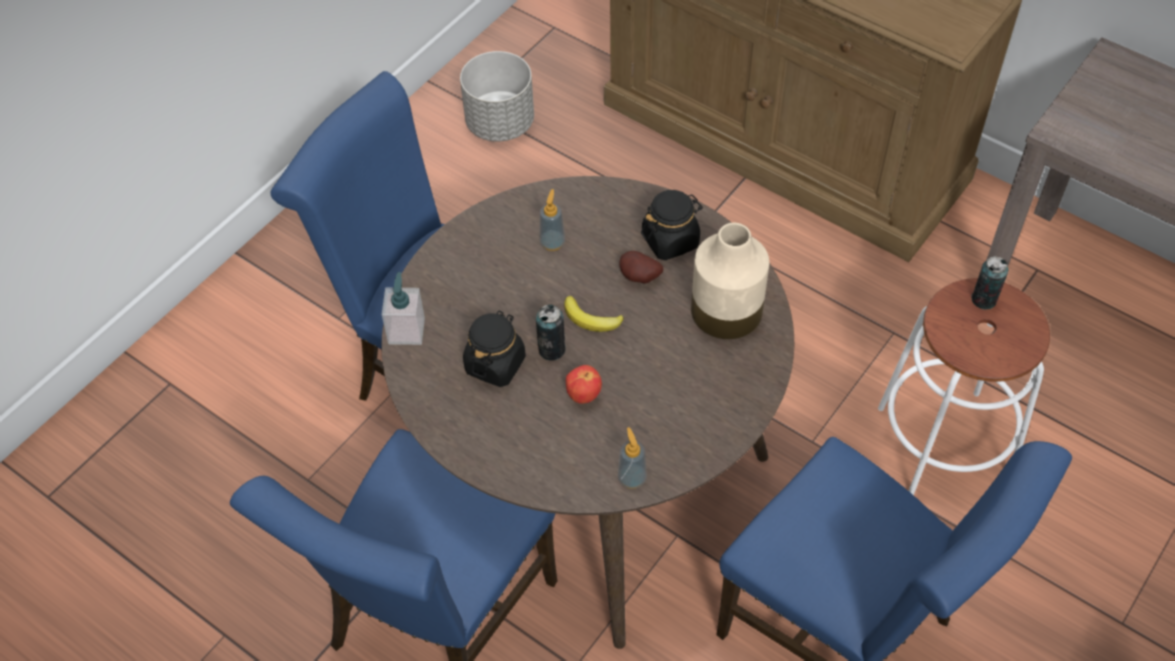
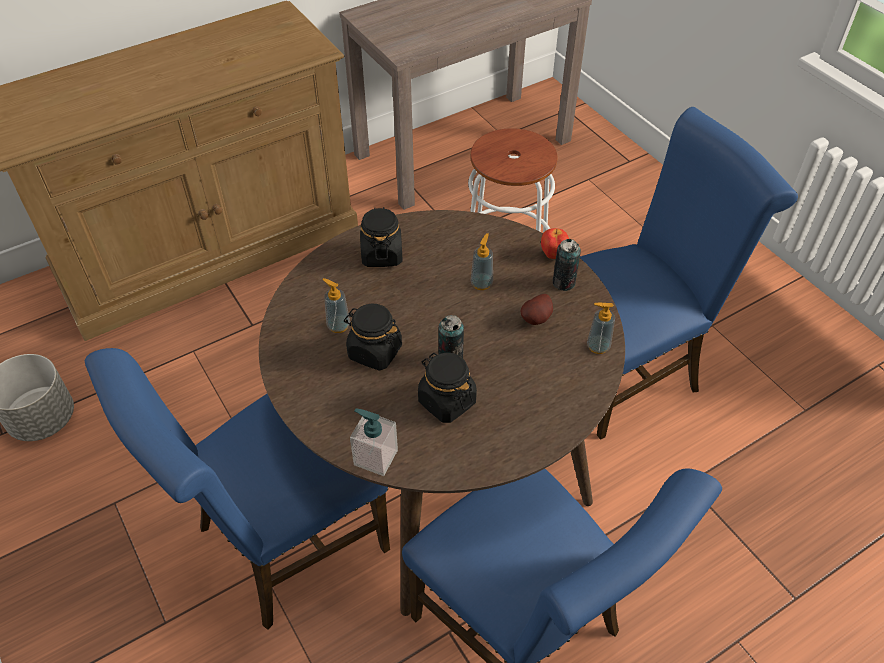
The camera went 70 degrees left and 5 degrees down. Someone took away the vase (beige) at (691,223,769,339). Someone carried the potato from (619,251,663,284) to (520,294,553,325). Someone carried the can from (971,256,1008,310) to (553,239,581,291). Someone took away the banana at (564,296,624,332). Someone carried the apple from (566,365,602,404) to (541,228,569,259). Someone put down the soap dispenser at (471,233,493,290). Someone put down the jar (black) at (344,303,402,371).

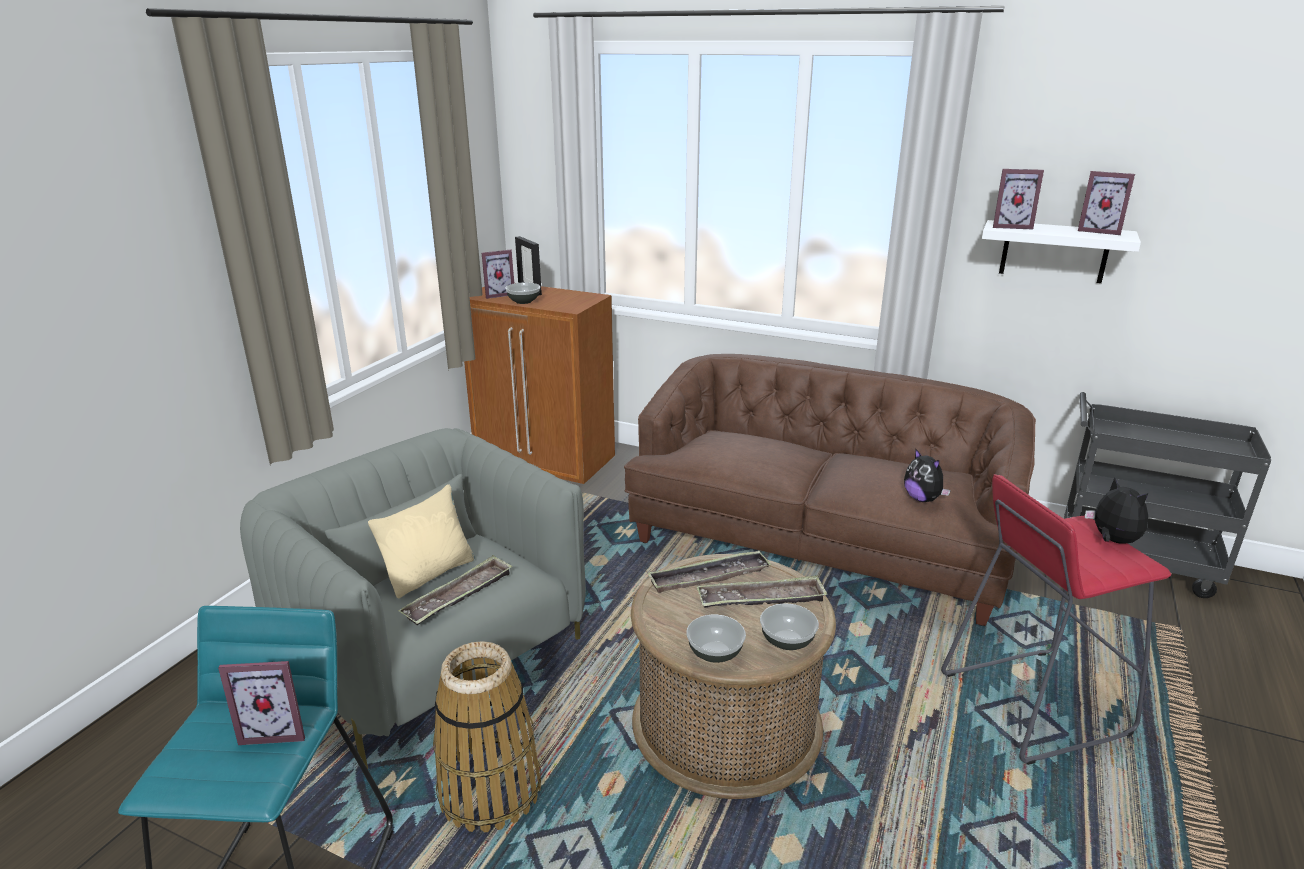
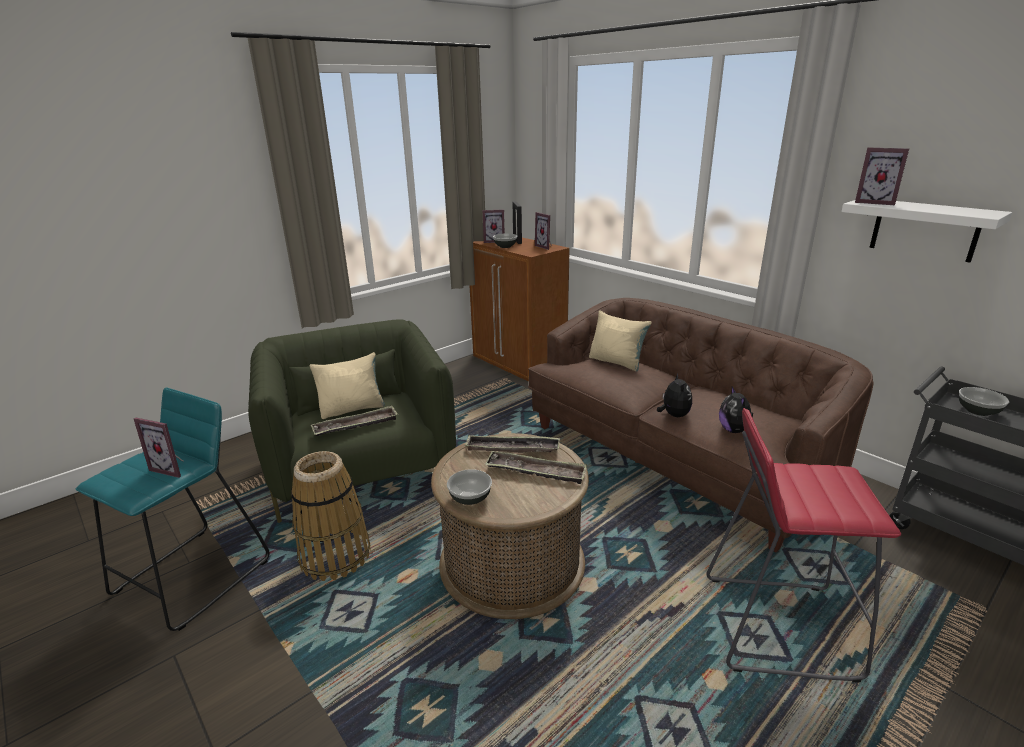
The camera went 25 degrees right and 0 degrees up. Someone carried the picture frame from (1078,171,1135,235) to (535,212,552,250). Someone repainted the armchair (grey) at (240,428,586,769), which became the armchair (green) at (248,320,456,523). Someone carried the plush toy from (1085,478,1149,544) to (657,373,692,417). Someone carried the bowl from (760,604,819,650) to (959,387,1009,416). Someone put down the pillow (beige) at (589,311,652,372).

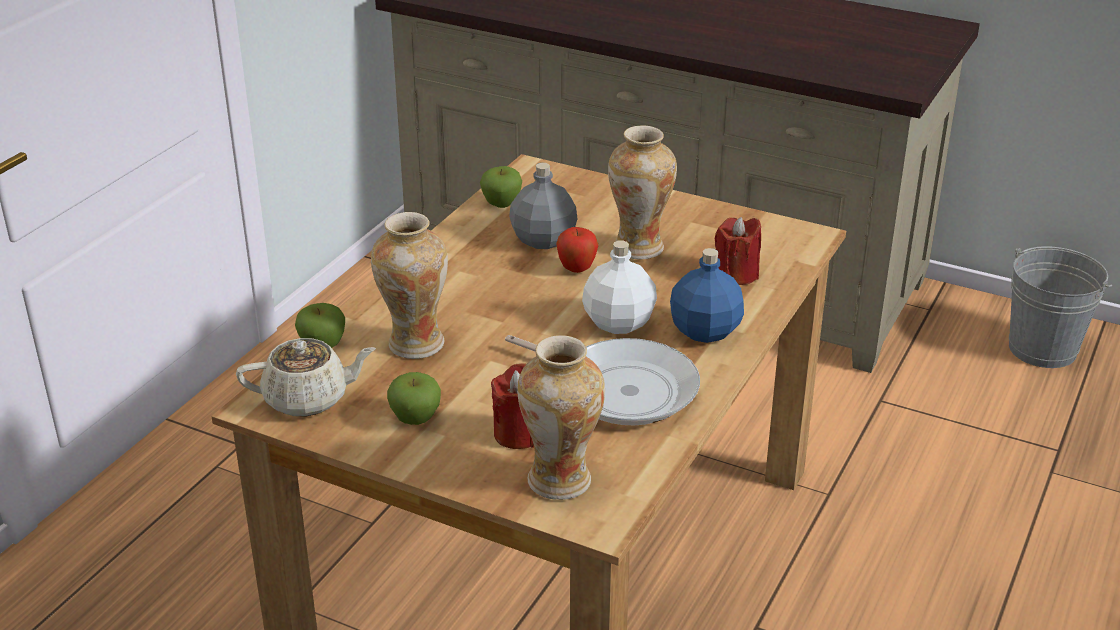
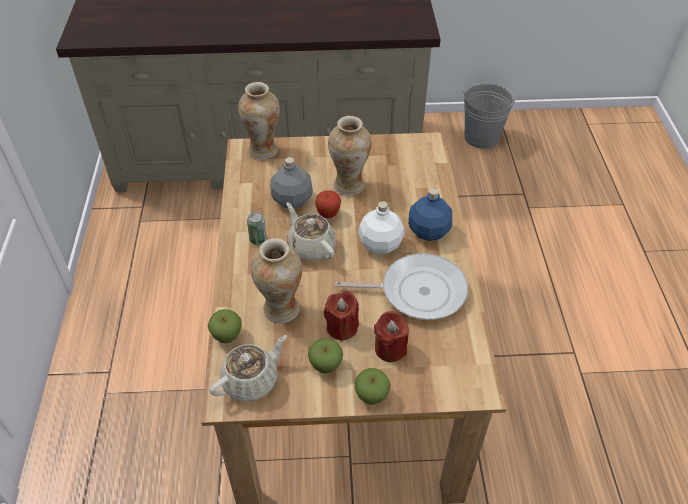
The camera went 30 degrees left and 15 degrees up. Someone carried the apple from (480,166,522,208) to (355,368,390,405). Someone carried the candle (red) from (715,217,761,285) to (324,292,359,341). Someone carried the vase from (517,335,605,500) to (238,82,280,160). Someone put down the teapot (beige) at (286,203,336,261). Someone put down the can at (247,212,267,245).

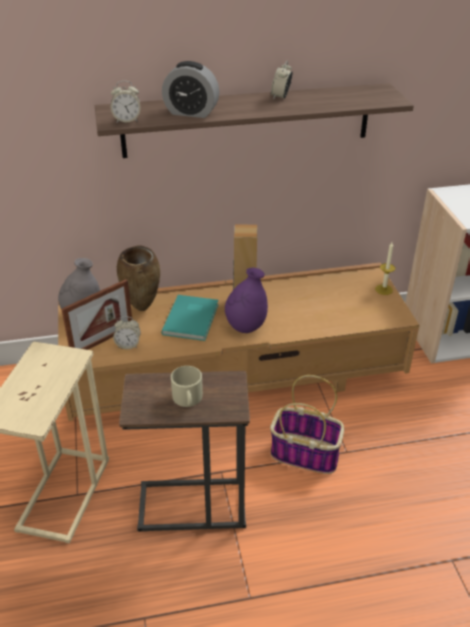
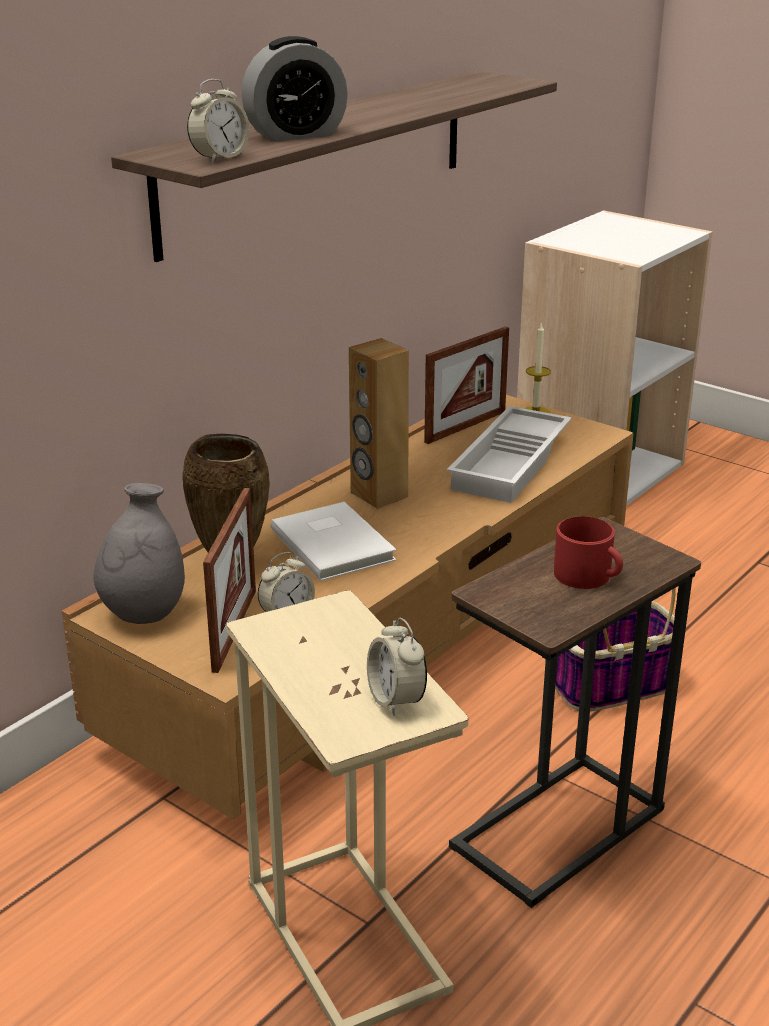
The camera went 40 degrees left and 10 degrees down. Someone carried the alarm clock from (271,61,292,100) to (367,617,427,716). Someone took away the vase (purple) at (225,268,268,333). Someone repainted the book (turquoise) at (161,295,219,341), which became the book (white) at (271,502,396,581). Someone repainted the mug (beige) at (171,366,203,407), which became the mug (red) at (554,516,623,589). Someone put down the picture frame at (424,326,509,444). Someone put down the tray (white) at (447,406,572,503).

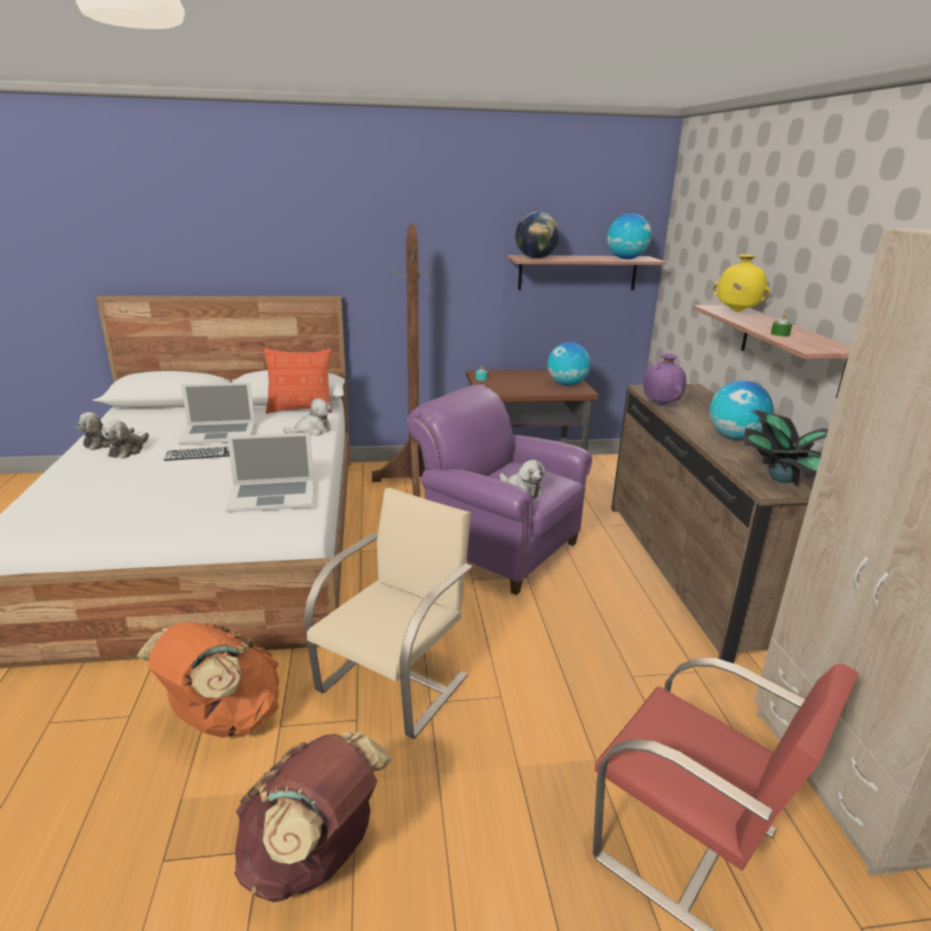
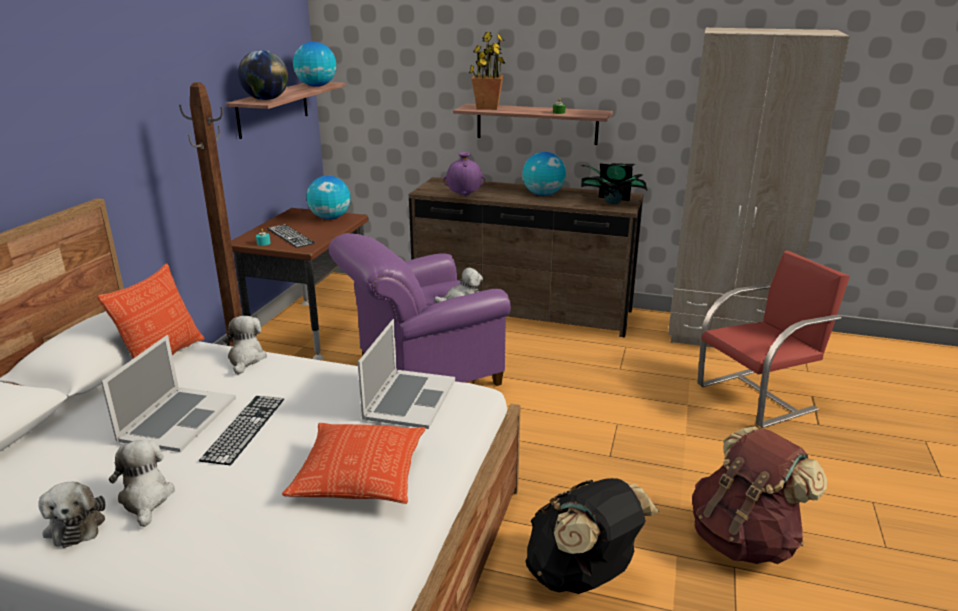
The camera went 65 degrees left and 0 degrees up. Someone swapped the vase (yellow) at (713,254,770,312) for the potted plant at (469,32,506,110). Someone rotated the plush toy at (102,420,149,459) by 150 degrees counterclockwise. Someone took away the chair (beige) at (304,488,473,739). Someone repainted the backpack (orange) at (137,622,279,738), which became the backpack (black) at (525,478,659,594). Someone put down the keyboard at (267,224,315,248). Someone put down the pillow (orange) at (282,423,425,504).

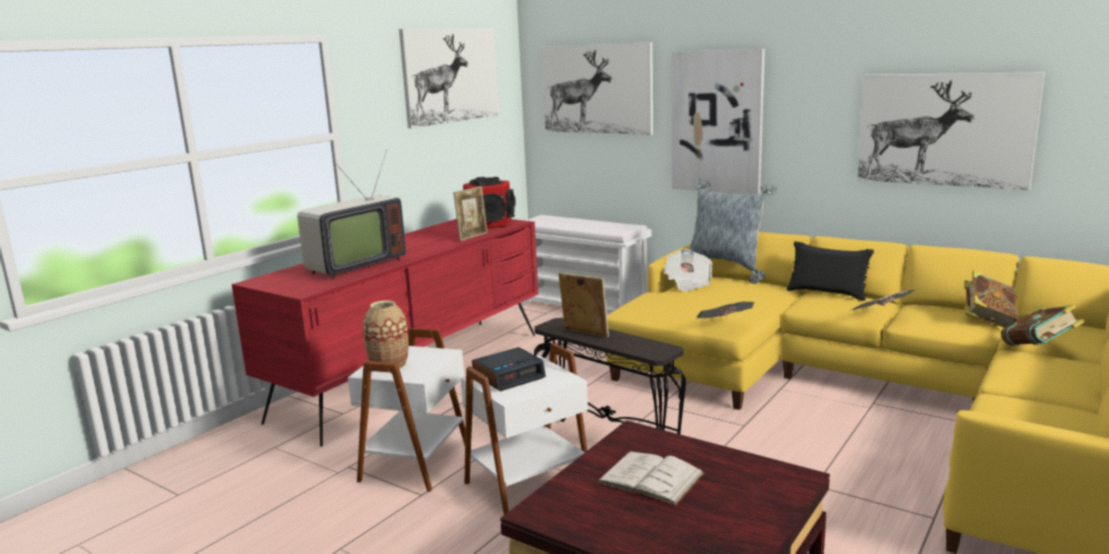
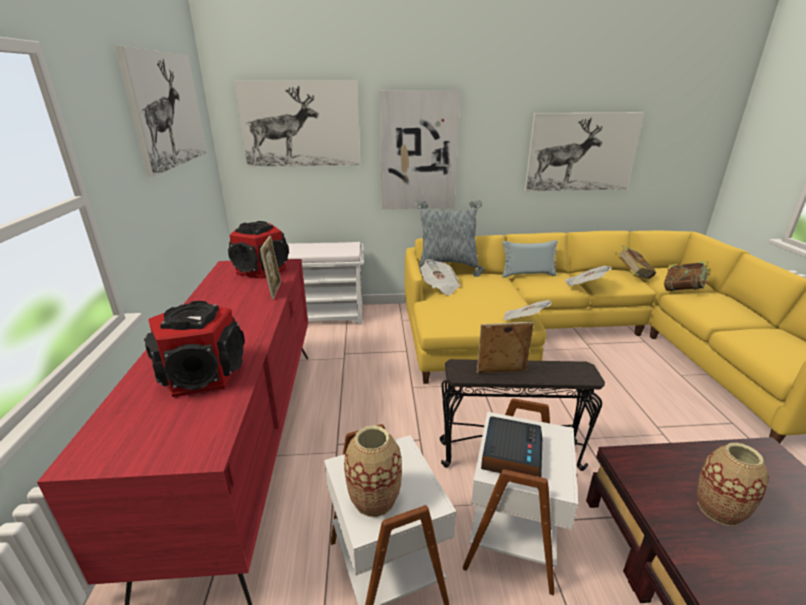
The camera went 40 degrees left and 10 degrees up. Someone swapped the television at (297,150,406,279) for the speaker at (144,301,245,397). Someone repainted the pillow (black) at (787,241,874,301), which became the pillow (blue) at (502,240,558,278). Someone swapped the book (white) at (597,451,704,505) for the vase at (697,443,769,526).

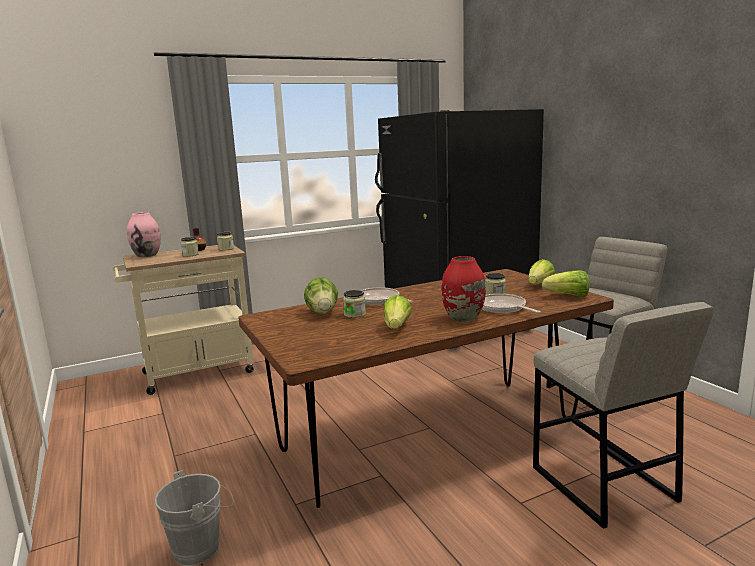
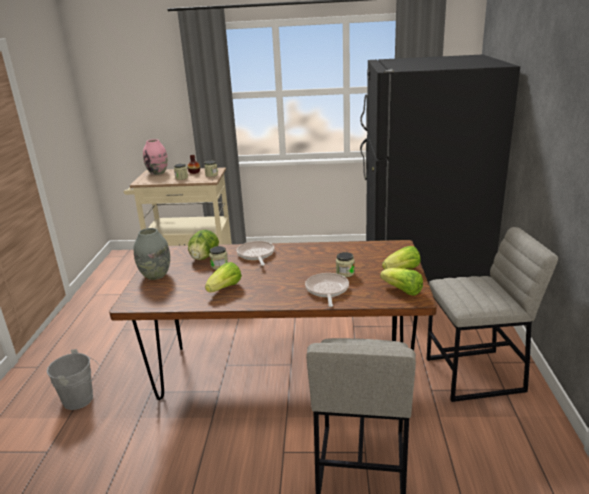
The camera went 30 degrees right and 10 degrees up. Someone took away the vase (red) at (441,256,486,322). Someone put down the vase (grey) at (133,228,170,280).

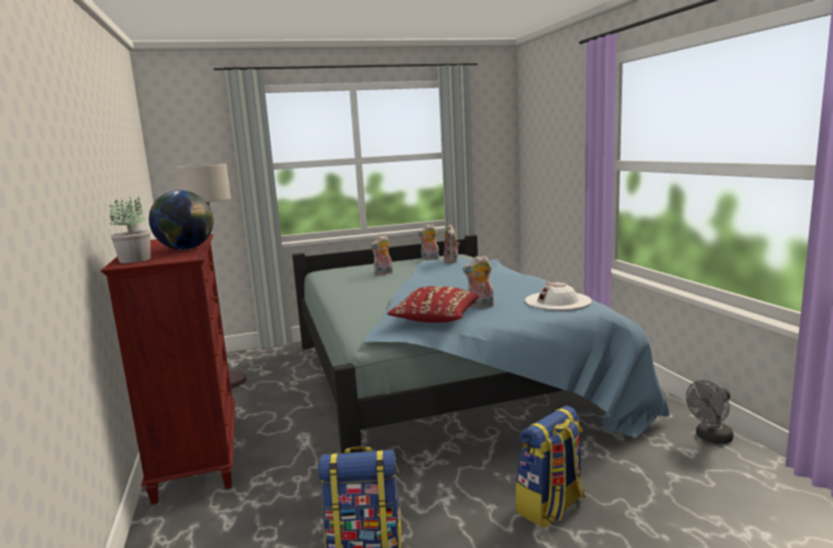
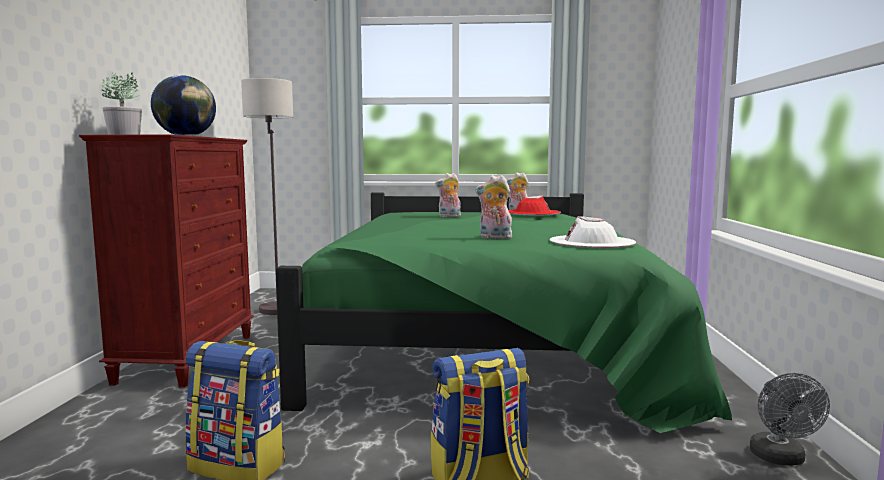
The camera went 20 degrees right and 5 degrees down. Someone swapped the plush toy at (444,224,460,263) for the hat (red) at (508,196,561,215). Someone repainted the bed (blue) at (292,235,669,454), which became the bed (green) at (275,192,732,433). Someone took away the pillow (red) at (387,286,479,323). Someone rotated the fan (grey) at (686,380,734,444) by 75 degrees counterclockwise.

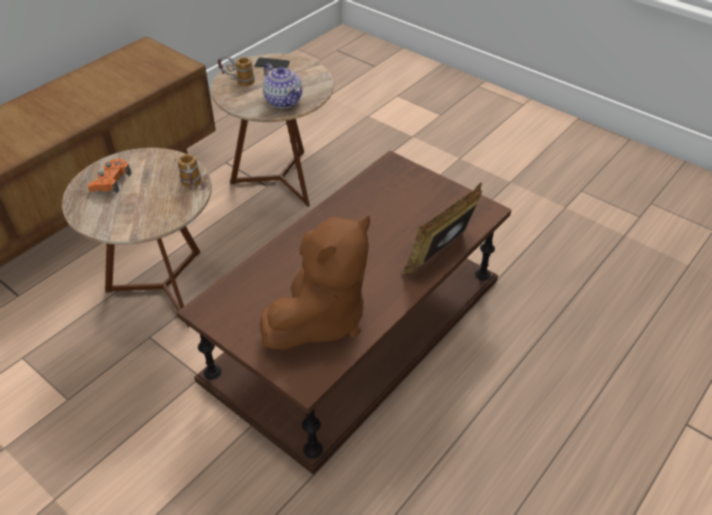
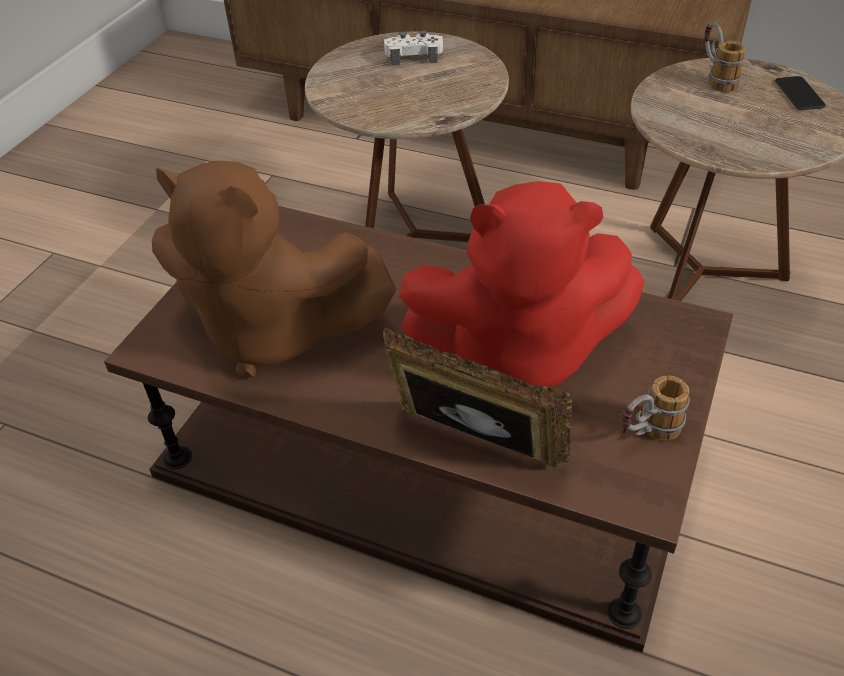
The camera went 75 degrees right and 0 degrees up. Someone took away the teapot at (263,64,302,108). Someone carried the mug from (178,154,201,190) to (622,375,690,440). Someone repainted the game controller (orange) at (88,159,132,193), which became the game controller (white) at (384,30,443,66). Someone put down the plush toy (red) at (399,181,645,387).

